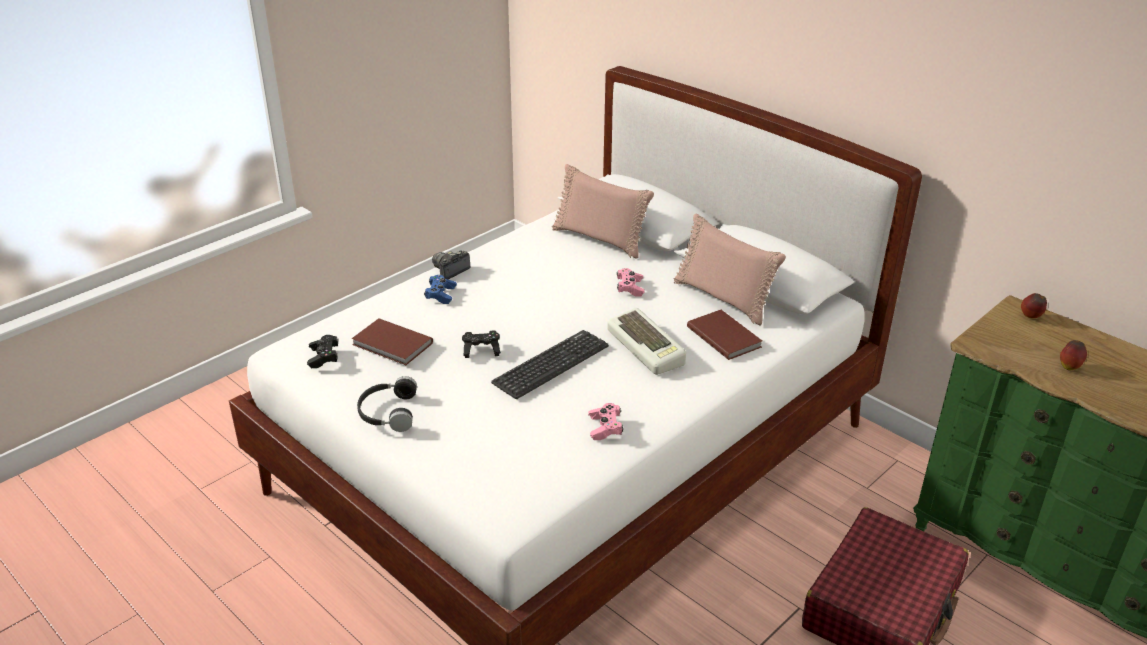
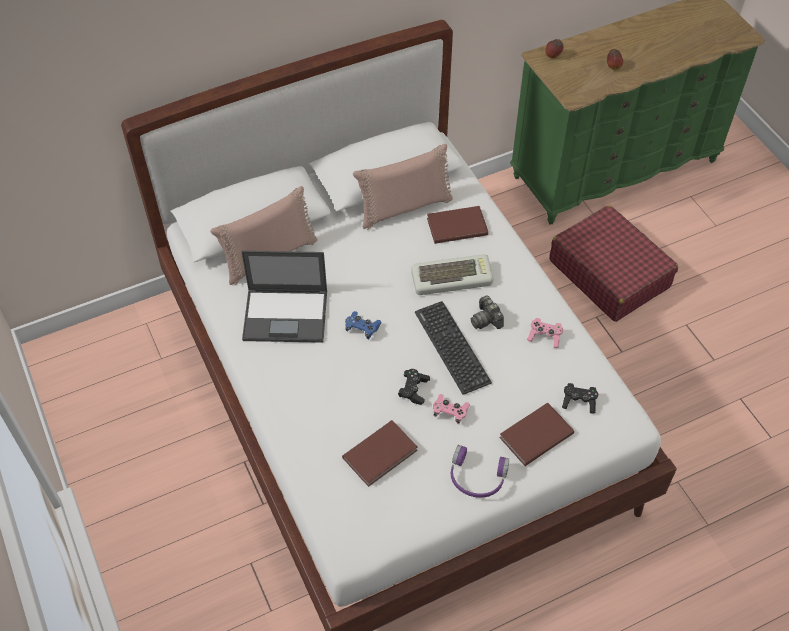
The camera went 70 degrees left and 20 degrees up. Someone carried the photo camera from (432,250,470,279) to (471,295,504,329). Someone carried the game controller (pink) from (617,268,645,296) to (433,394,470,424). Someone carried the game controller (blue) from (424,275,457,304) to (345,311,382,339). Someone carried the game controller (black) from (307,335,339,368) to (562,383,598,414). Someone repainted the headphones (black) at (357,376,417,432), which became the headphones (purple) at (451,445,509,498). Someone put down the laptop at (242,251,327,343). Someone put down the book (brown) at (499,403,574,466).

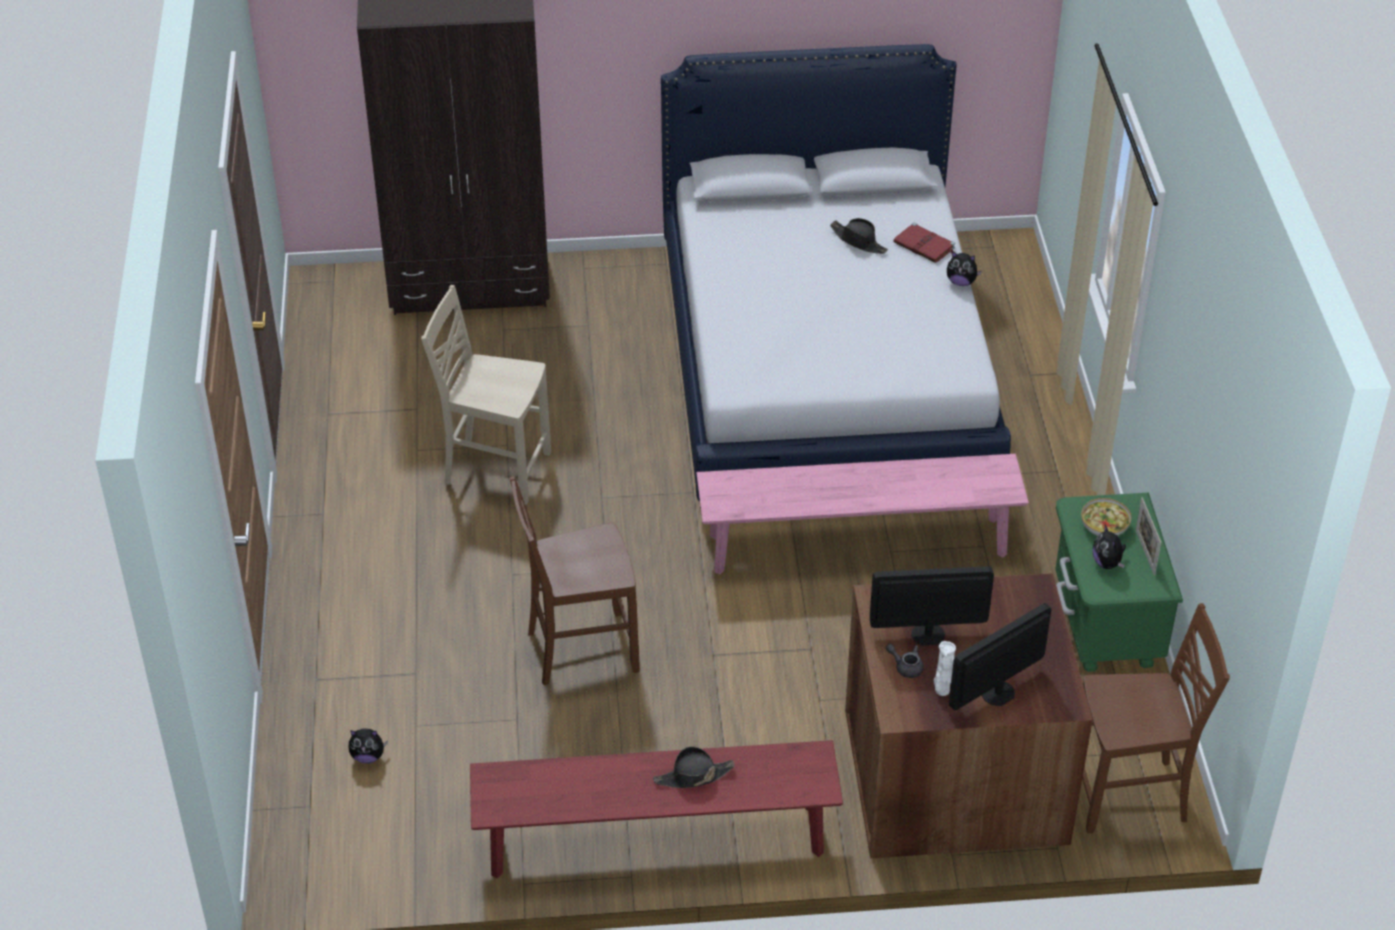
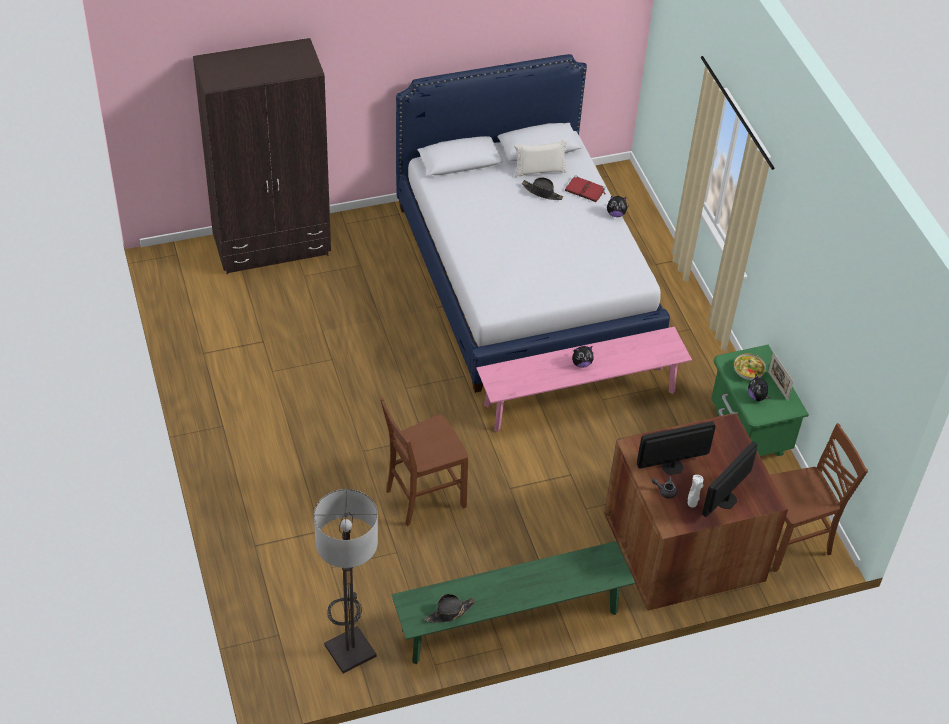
The camera went 15 degrees left and 5 degrees up. Someone took away the chair (beige) at (421,285,551,505). Someone carried the plush toy from (348,728,388,764) to (572,346,594,368). Someone repainted the bench (red) at (470,740,843,879), which became the bench (green) at (391,541,635,664). Someone carried the hat (black) from (653,746,735,788) to (424,594,475,623). Someone put down the pillow (white) at (514,140,567,178). Someone put down the floor lamp at (314,489,378,674).

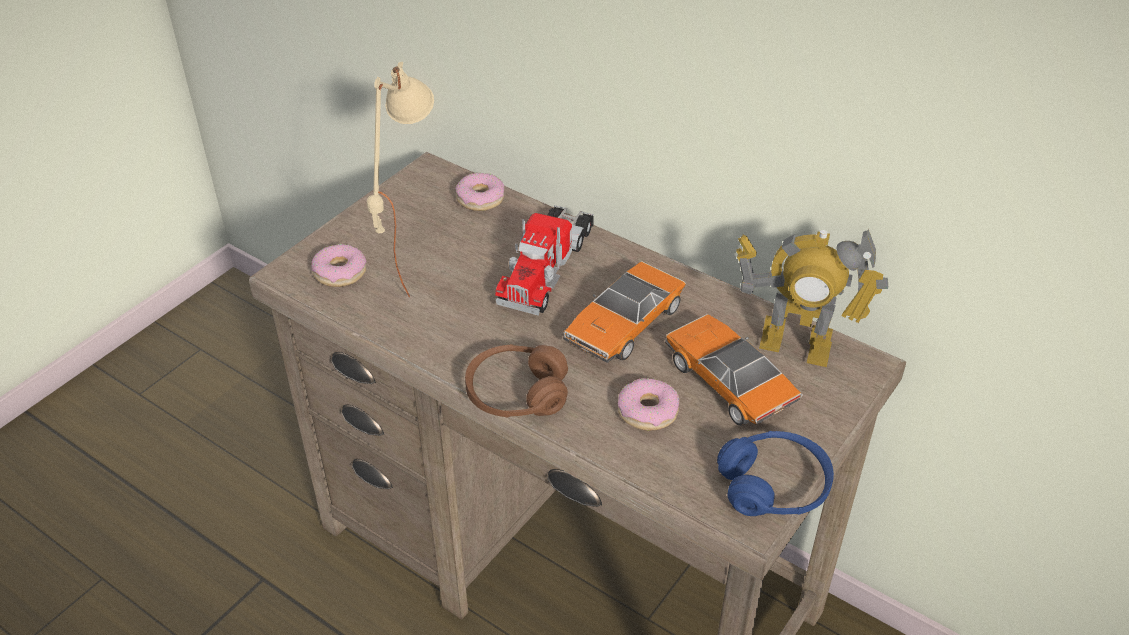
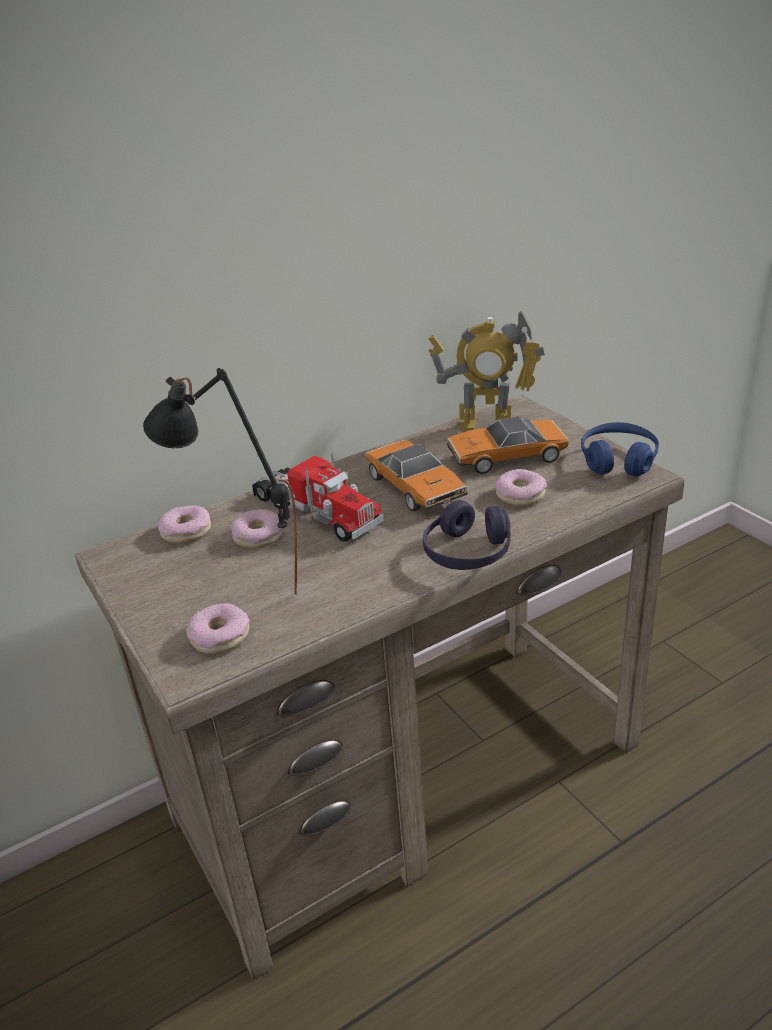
The camera went 65 degrees left and 10 degrees down. Someone repainted the table lamp (beige) at (367,62,434,297), which became the table lamp (black) at (143,368,297,595). Someone rotated the toy robot at (736,229,888,367) by 60 degrees clockwise. Someone repainted the headphones (brown) at (465,344,568,418), which became the headphones (purple) at (423,500,511,570). Someone put down the donut at (231,509,284,548).

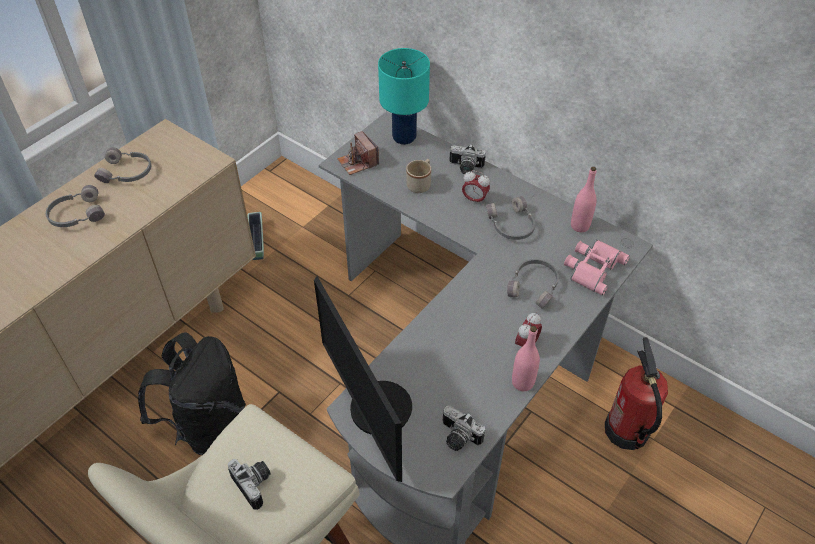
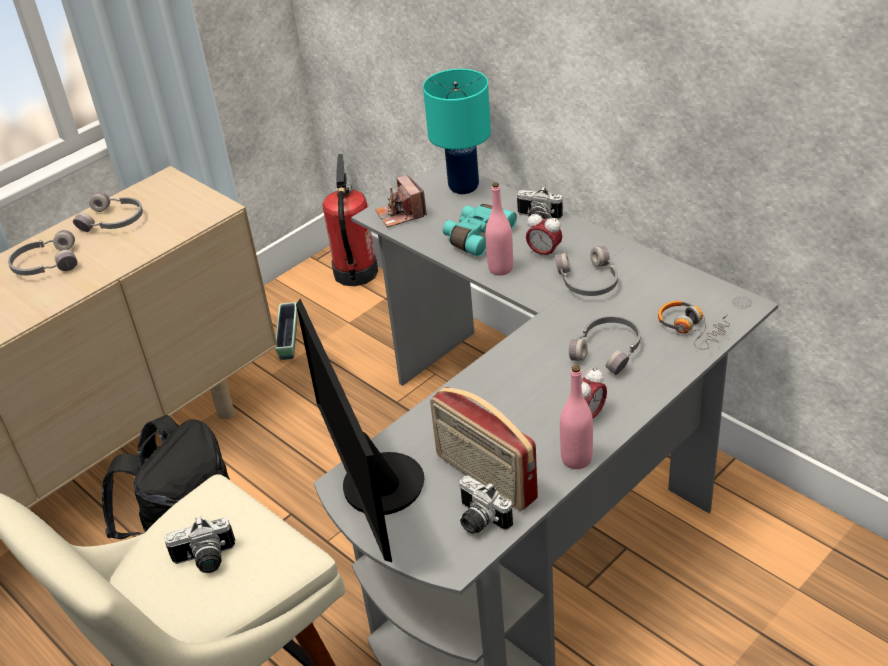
The camera went 10 degrees right and 10 degrees down. Someone swapped the mug (beige) at (406,159,431,193) for the binoculars (turquoise) at (443,204,517,257). Someone carried the bottle (pink) from (571,167,597,232) to (485,182,513,276). Someone swapped the binoculars (pink) at (564,240,630,295) for the headphones at (658,301,730,350). Someone carried the fire extinguisher from (605,337,668,450) to (323,154,378,286). Someone rotated the photo camera at (228,459,271,510) by 105 degrees clockwise. Someone put down the radio at (430,387,538,511).

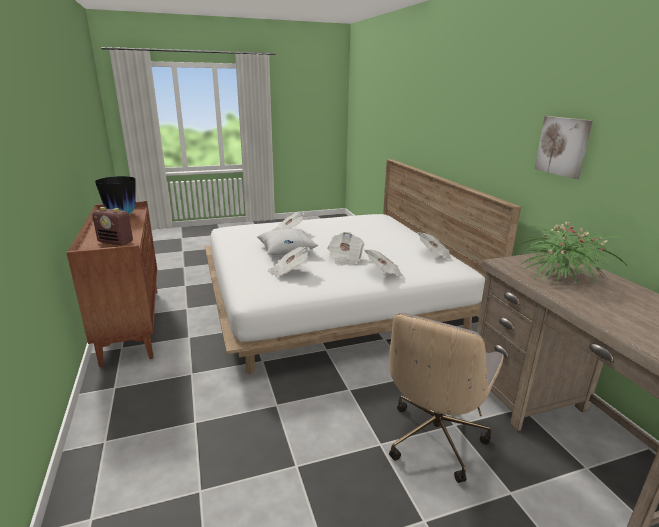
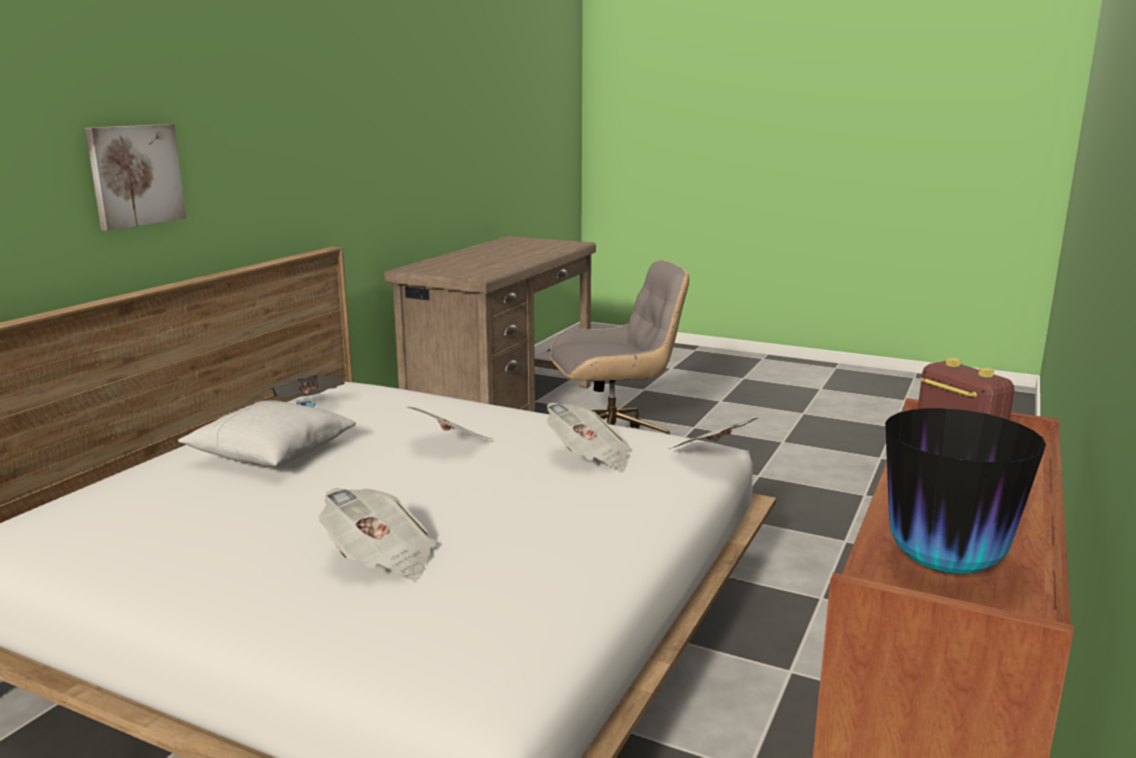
The camera went 135 degrees left and 5 degrees down. Someone carried the picture from (534,116,593,179) to (85,124,186,231). Someone took away the potted plant at (520,222,626,283). Someone carried the pillow (grey) from (257,228,318,255) to (178,400,356,467). Someone carried the newspaper from (364,250,404,277) to (669,418,758,449).

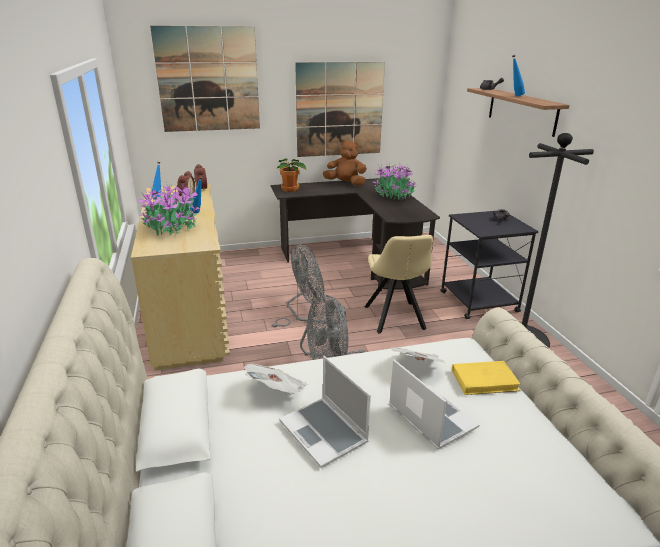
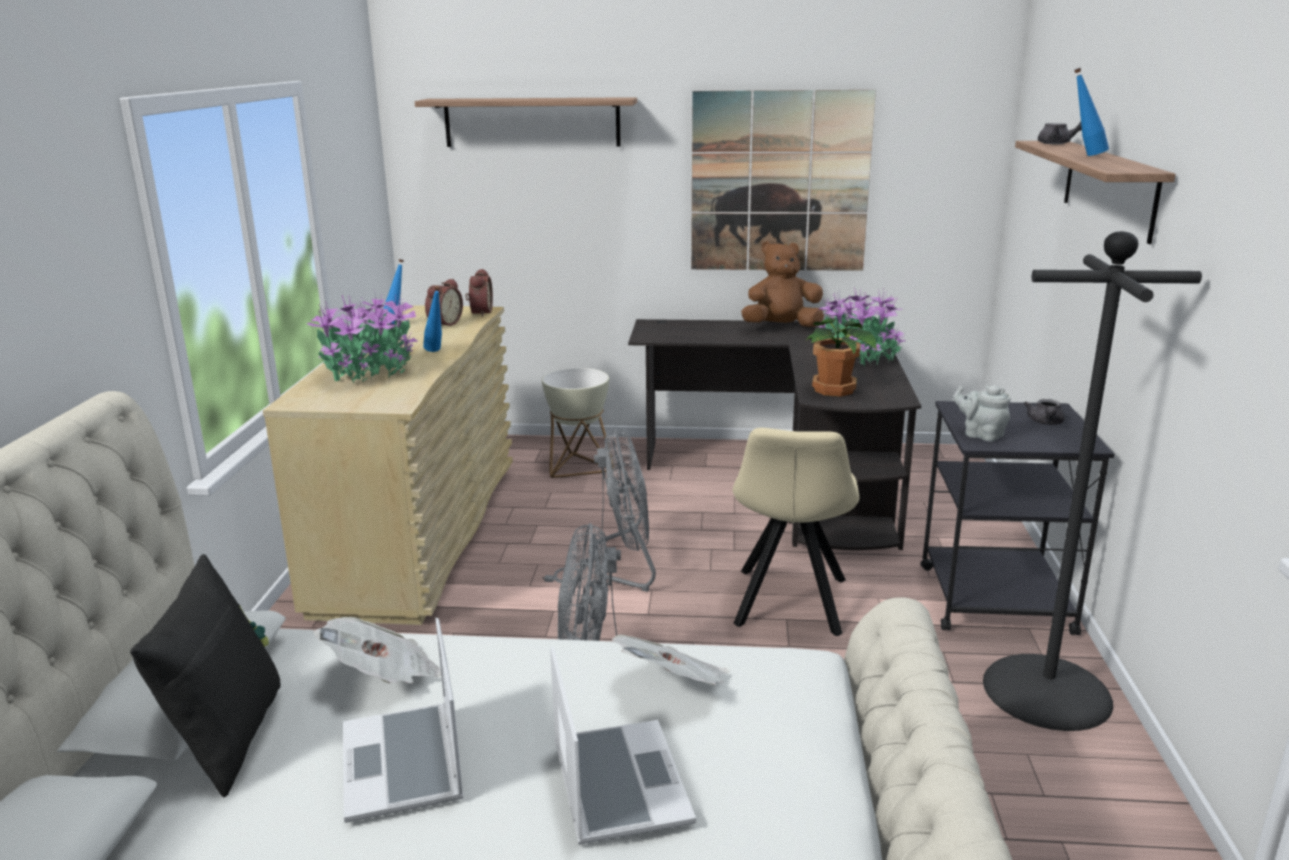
The camera went 20 degrees right and 5 degrees down. Someone swapped the picture at (150,26,260,132) for the shelf at (415,97,637,147). Someone rotated the plush toy (brown) at (323,140,367,186) by 45 degrees counterclockwise. Someone carried the potted plant from (276,158,307,192) to (805,318,877,397). Someone took away the book (yellow) at (452,361,521,395). Someone put down the planter at (542,368,614,478). Someone put down the teapot (grey) at (953,385,1011,441). Someone put down the pillow (black) at (130,554,280,797).

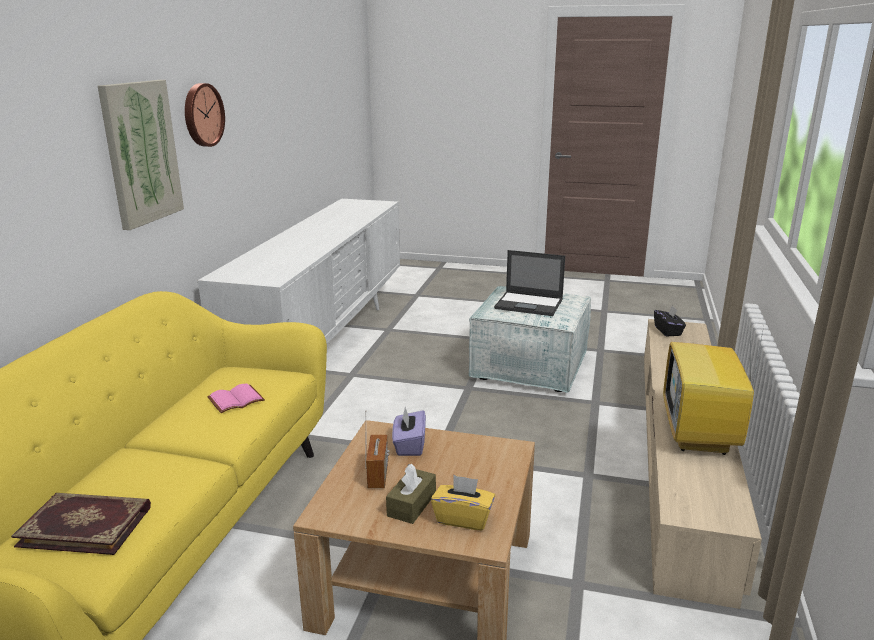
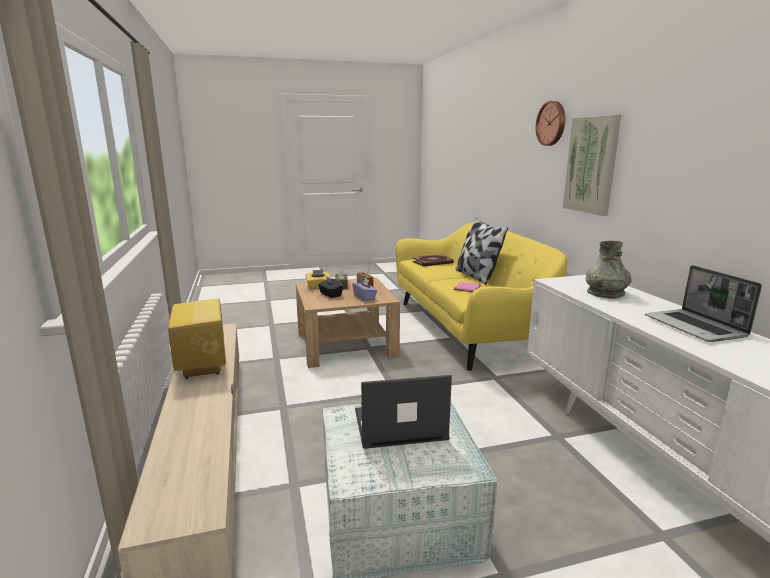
The camera went 150 degrees right and 5 degrees down. Someone carried the wall clock from (185,83,225,147) to (536,101,565,146). Someone carried the tissue box (black) from (654,306,686,337) to (318,276,343,298). Someone put down the pillow at (456,218,508,285). Someone put down the vase (grey) at (586,241,632,299). Someone put down the laptop at (645,265,762,342).

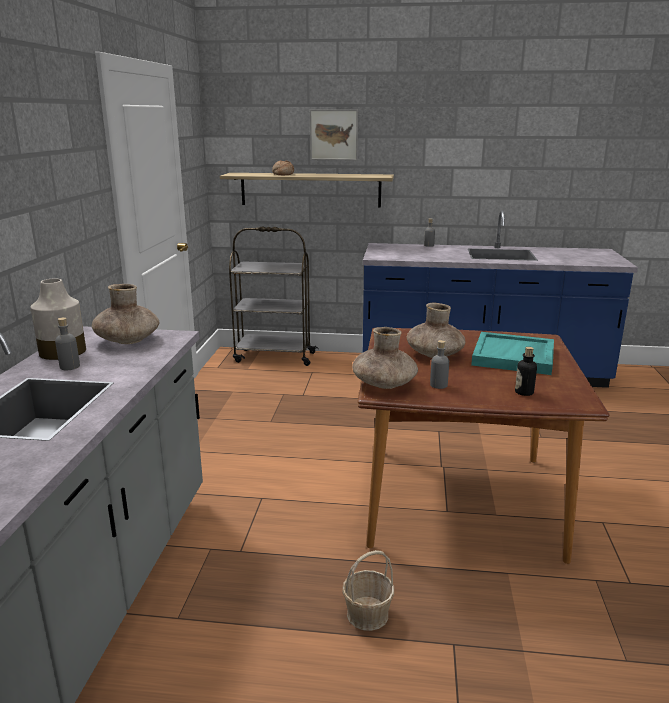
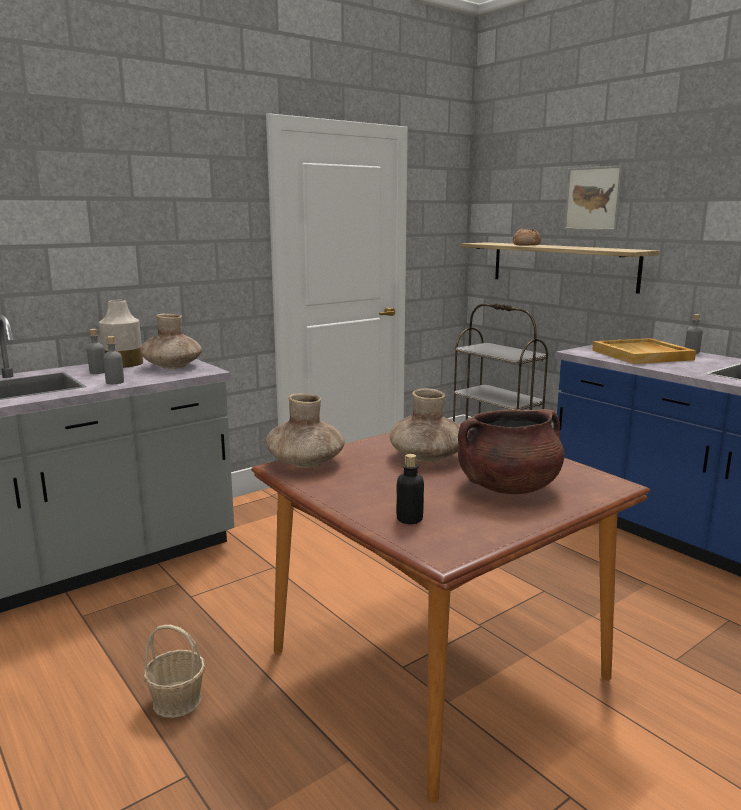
The camera went 45 degrees right and 5 degrees down. Someone swapped the tray (turquoise) at (471,332,554,375) for the cooking pot (brown) at (458,409,565,494). Someone carried the bottle (grey) from (430,340,449,389) to (103,336,124,384). Someone put down the tray (beige) at (592,338,696,364).

